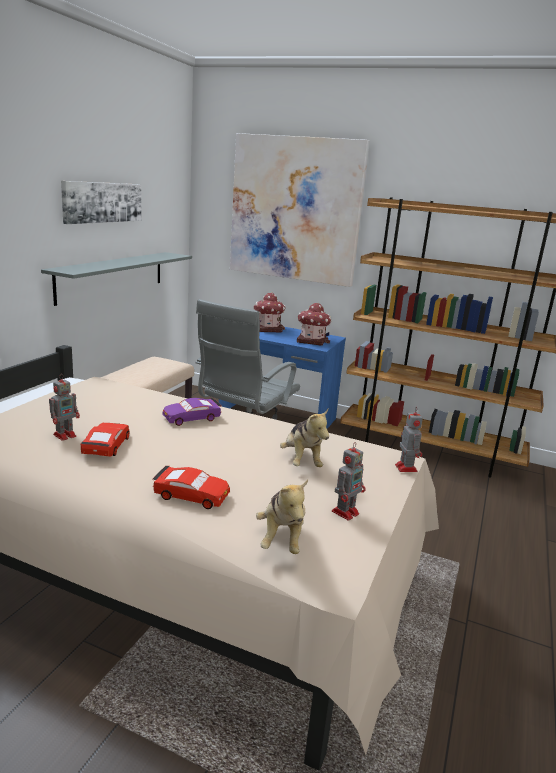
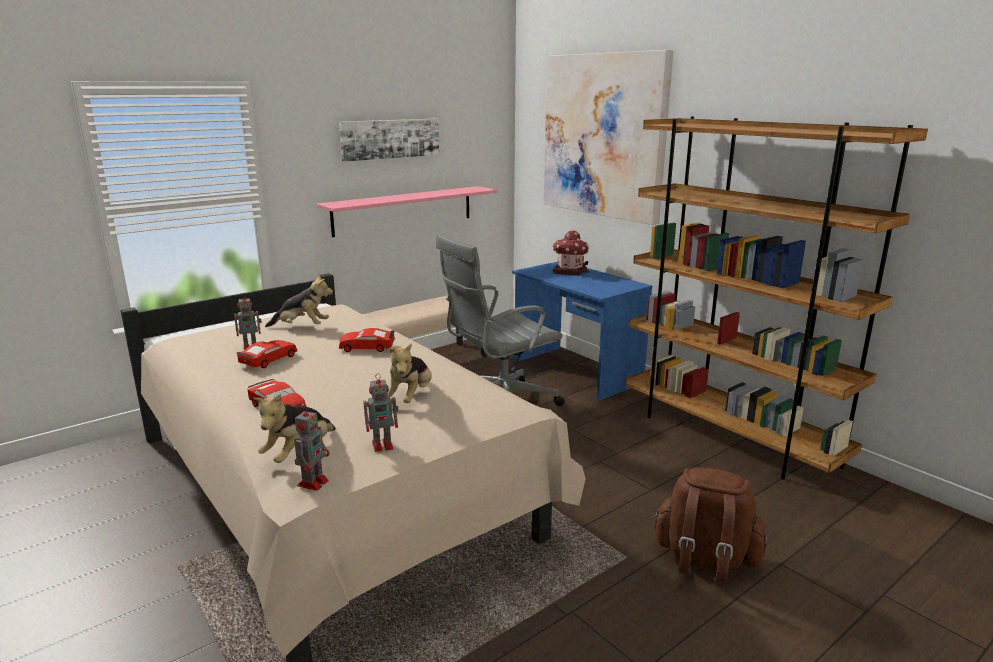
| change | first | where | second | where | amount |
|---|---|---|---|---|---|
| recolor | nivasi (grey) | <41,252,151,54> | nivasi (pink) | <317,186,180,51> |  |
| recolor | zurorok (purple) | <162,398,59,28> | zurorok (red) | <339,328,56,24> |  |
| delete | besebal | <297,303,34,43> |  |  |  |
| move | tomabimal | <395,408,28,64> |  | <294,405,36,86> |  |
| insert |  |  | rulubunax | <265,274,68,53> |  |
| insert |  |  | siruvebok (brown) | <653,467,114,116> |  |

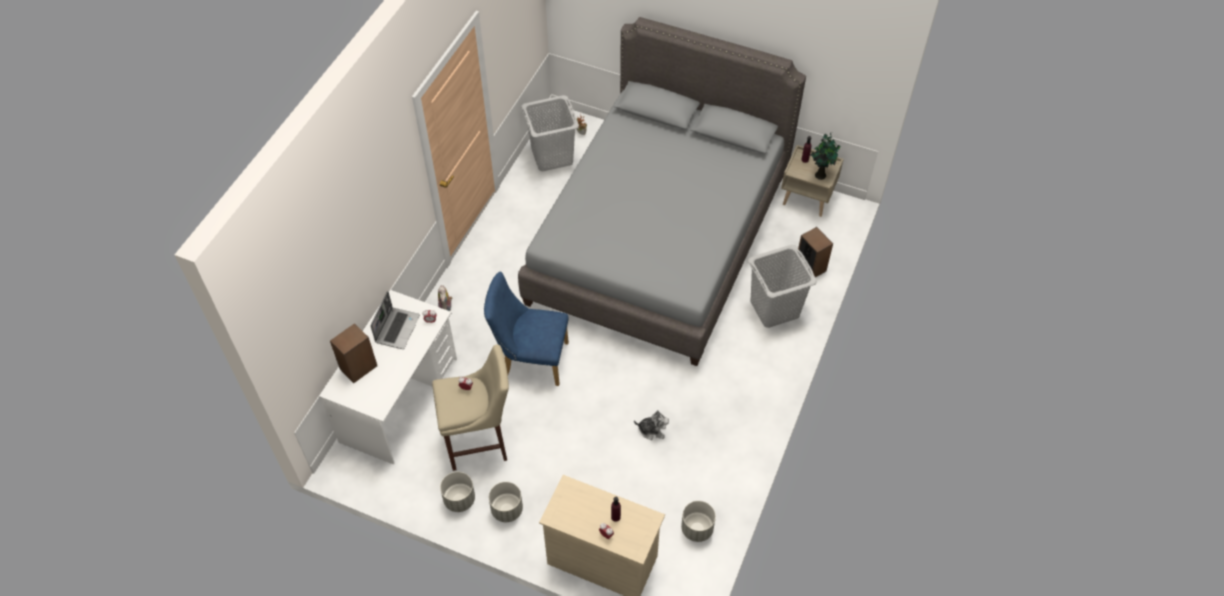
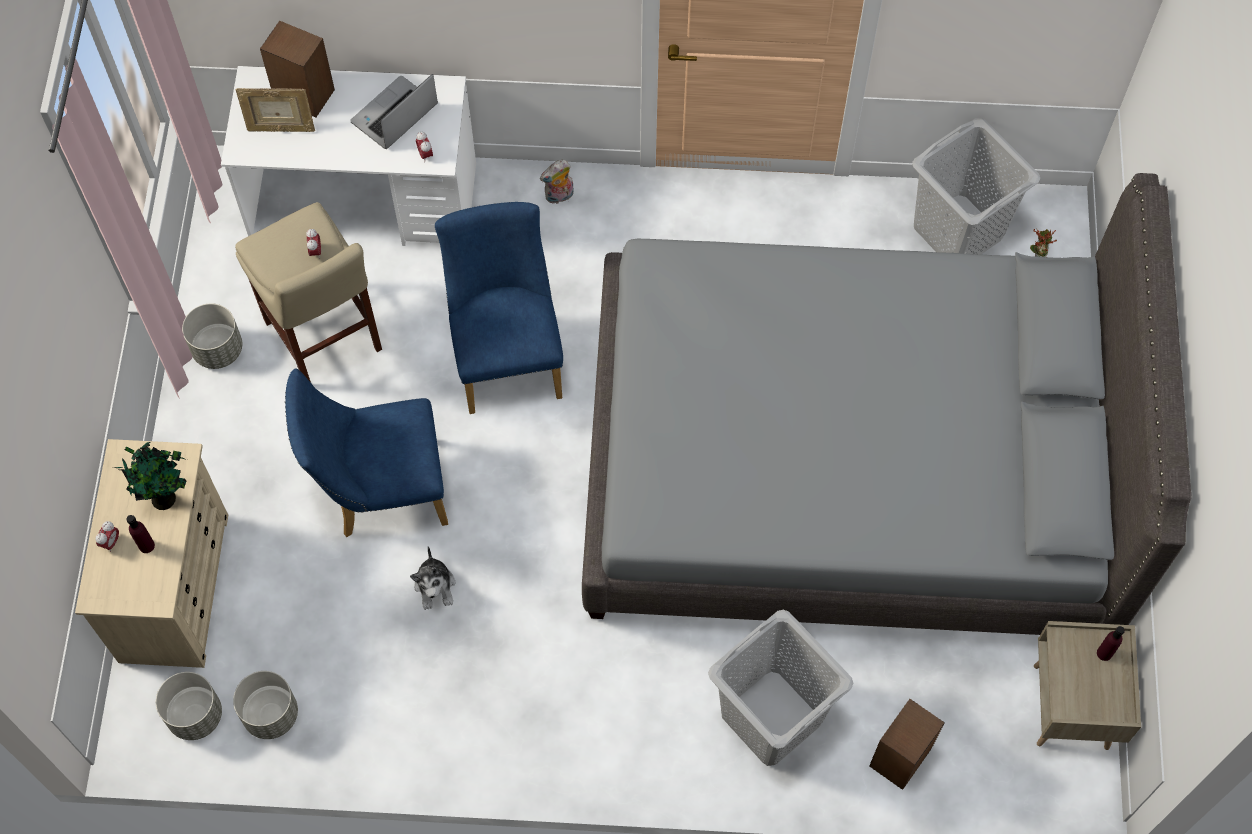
| change | first | where | second | where | amount |
|---|---|---|---|---|---|
| rotate | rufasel | <371,291,49,58> |  | <350,74,88,75> | 135 degrees clockwise |
| move | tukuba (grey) | <489,482,34,40> |  | <156,672,66,68> |  |
| move | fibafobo | <810,132,30,48> |  | <115,442,72,68> |  |
| insert |  |  | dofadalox | <236,88,79,44> |  |
| insert |  |  | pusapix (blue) | <285,369,163,168> |  |

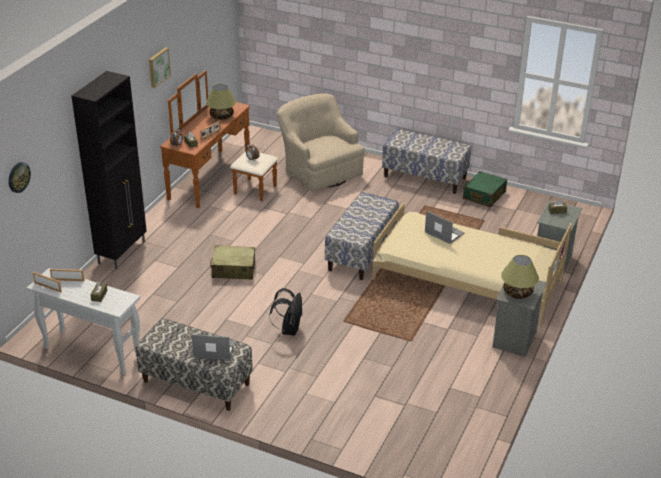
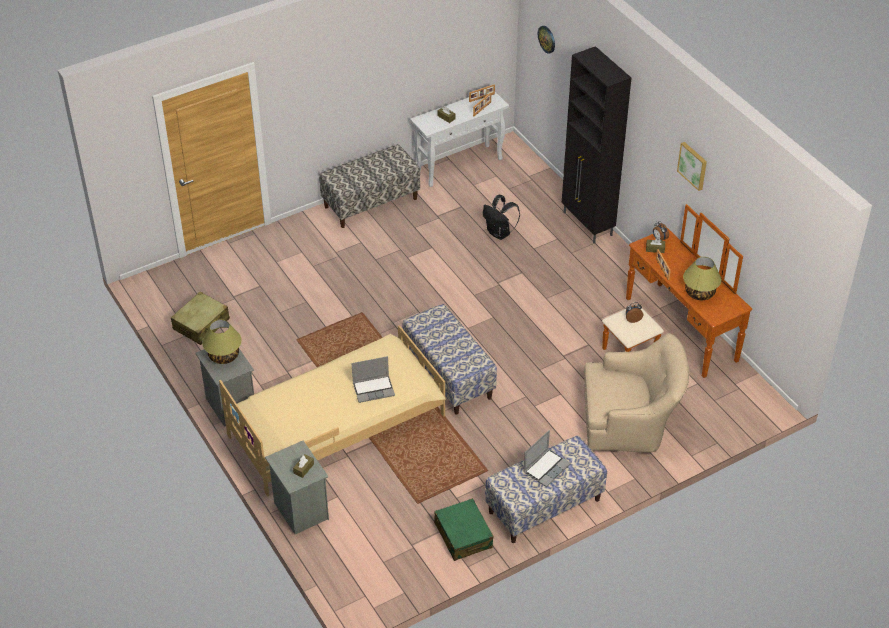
| change | first | where | second | where | amount |
|---|---|---|---|---|---|
| move | rufasel | <192,334,43,27> |  | <523,430,48,57> |  |
| move | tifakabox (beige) | <210,245,45,35> |  | <171,292,59,53> |  |
| move | siruvebok (black) | <269,288,33,48> |  | <483,195,37,45> |  |

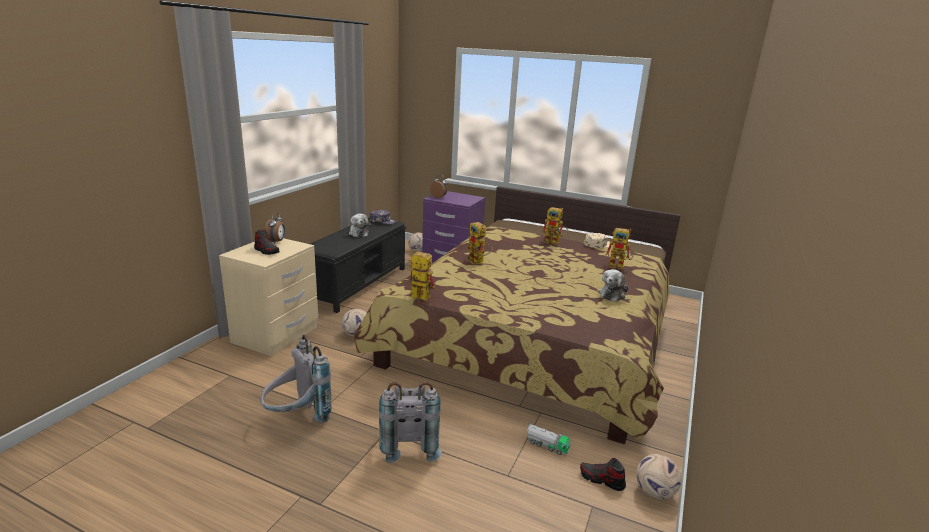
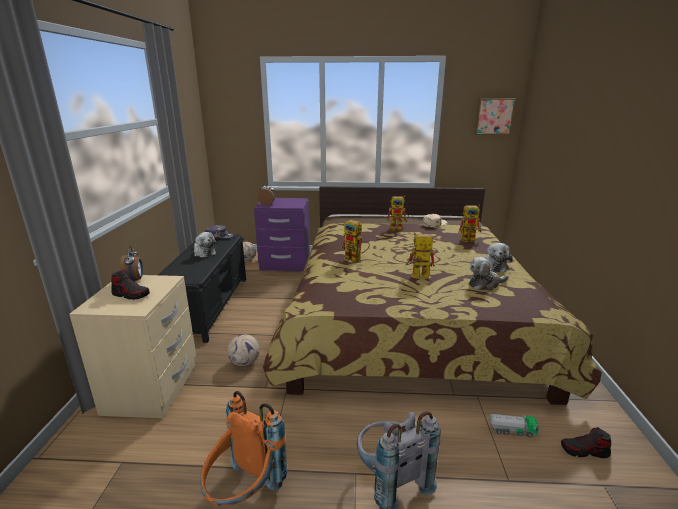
| change | first | where | second | where | amount |
|---|---|---|---|---|---|
| recolor | siruvebok (grey) | <260,335,72,88> | siruvebok (orange) | <200,391,88,115> |  |
| move | tomabimal | <401,250,35,51> |  | <405,233,30,45> |  |
| delete | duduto | <636,454,45,46> |  |  |  |
| insert |  |  | rulubunax | <469,257,39,34> |  |
| insert |  |  | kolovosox | <475,98,40,37> |  |

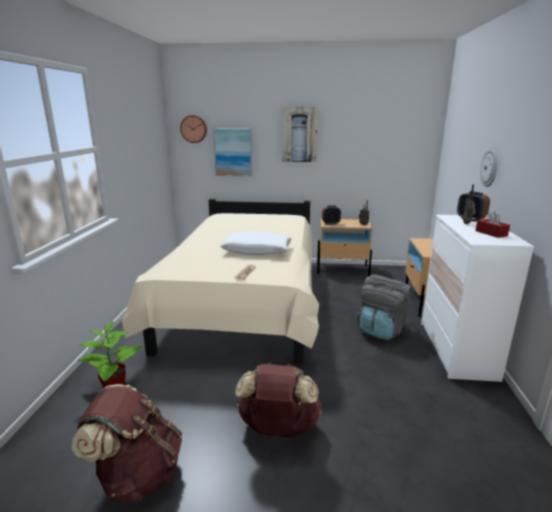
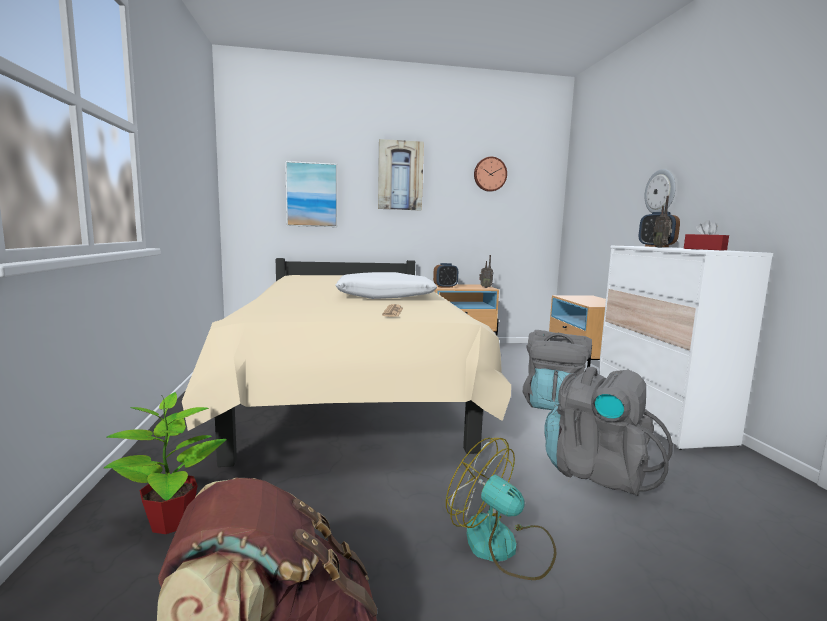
| change | first | where | second | where | amount |
|---|---|---|---|---|---|
| move | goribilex | <180,115,27,28> |  | <474,157,33,35> |  |
| replace | siruvebok (brown) | <235,363,87,74> | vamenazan | <446,437,111,143> |  |
| insert |  |  | siruvebok (grey) | <544,367,129,129> |  |

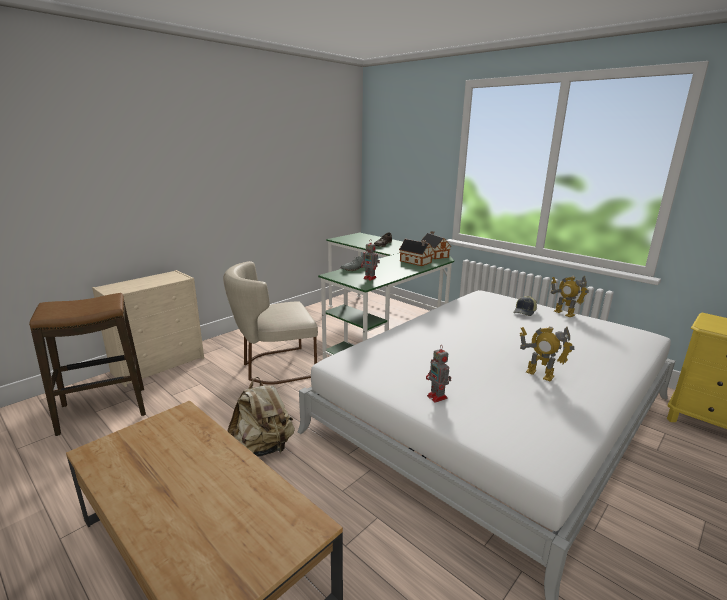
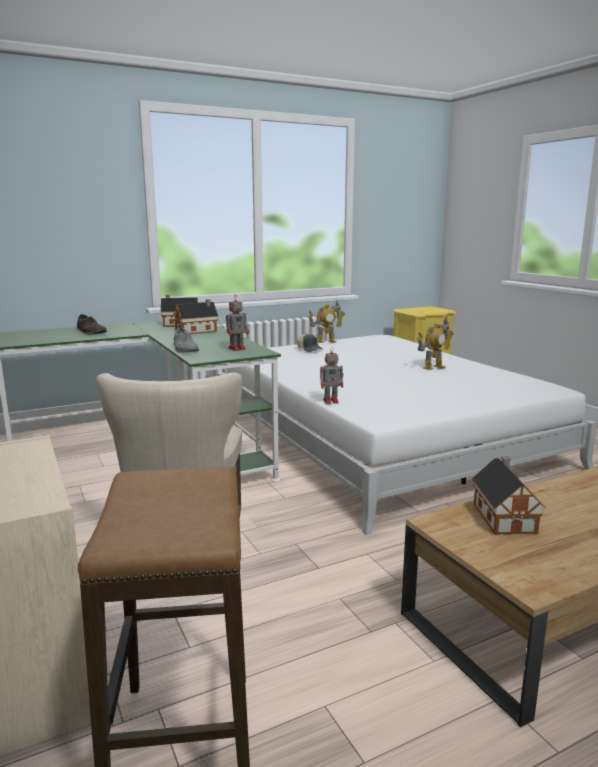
| change | first | where | second | where | amount |
|---|---|---|---|---|---|
| delete | siruvebok (beige) | <227,377,68,80> |  |  |  |
| move | tomabimal | <426,346,25,57> |  | <320,347,23,57> |  |
| insert |  |  | besebal | <472,456,74,79> |  |

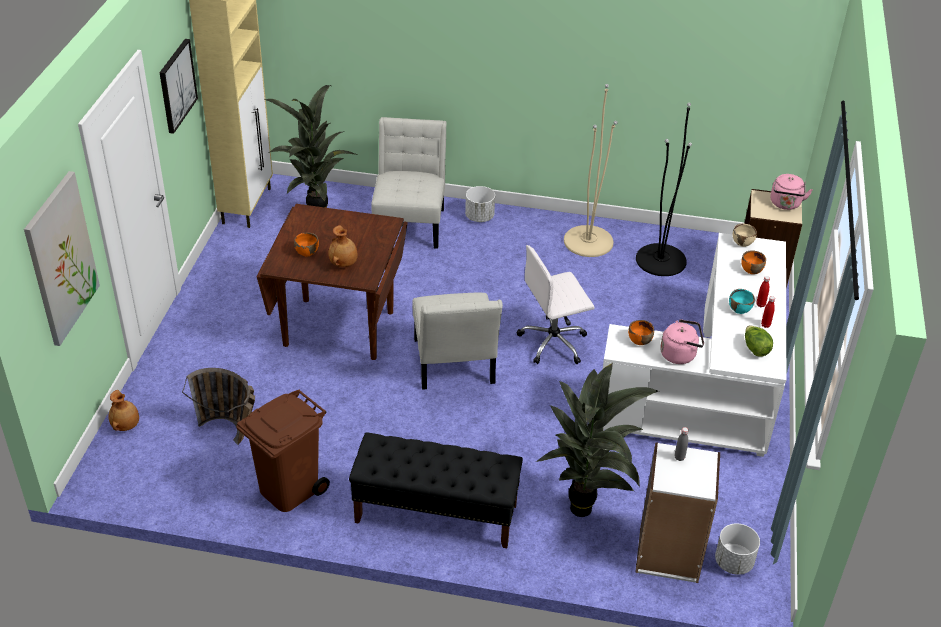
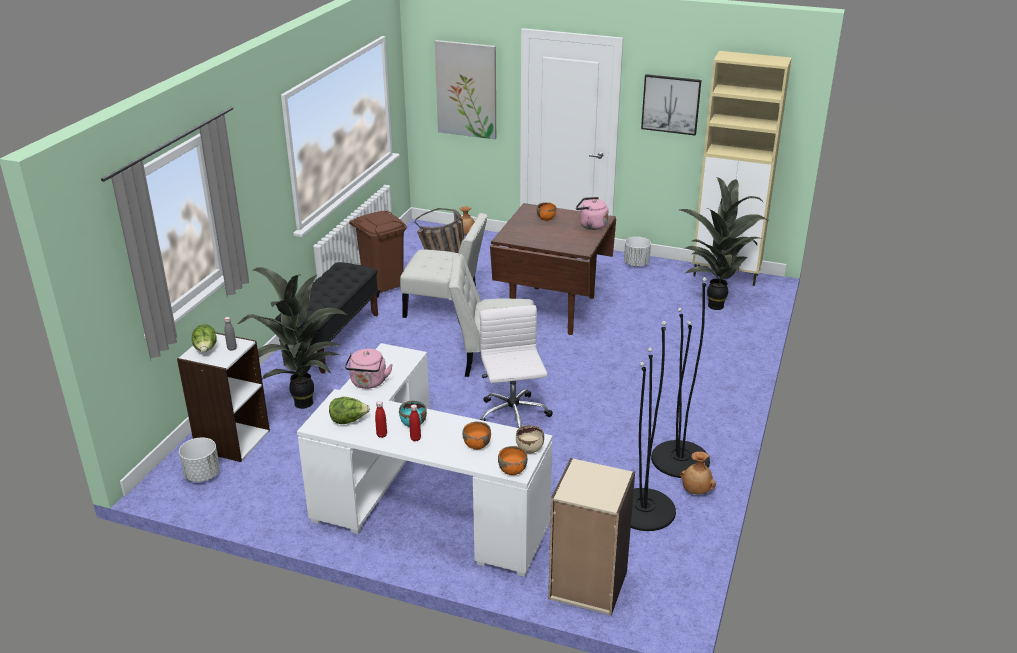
| change | first | where | second | where | amount |
|---|---|---|---|---|---|
| move | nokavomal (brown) | <328,225,30,42> |  | <680,451,36,43> |  |
| move | pusapix (white) | <371,117,76,132> |  | <400,213,88,109> |  |
| move | tukuba (white) | <465,186,30,36> |  | <624,237,27,30> |  |
| recolor | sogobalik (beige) | <564,84,53,173> | sogobalik (black) | <651,277,59,201> |  |
| move | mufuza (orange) | <628,320,26,25> |  | <498,446,29,29> |  |
| move | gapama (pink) | <771,174,42,36> |  | <576,197,32,33> |  |
| insert |  |  | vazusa | <192,324,25,28> |  |

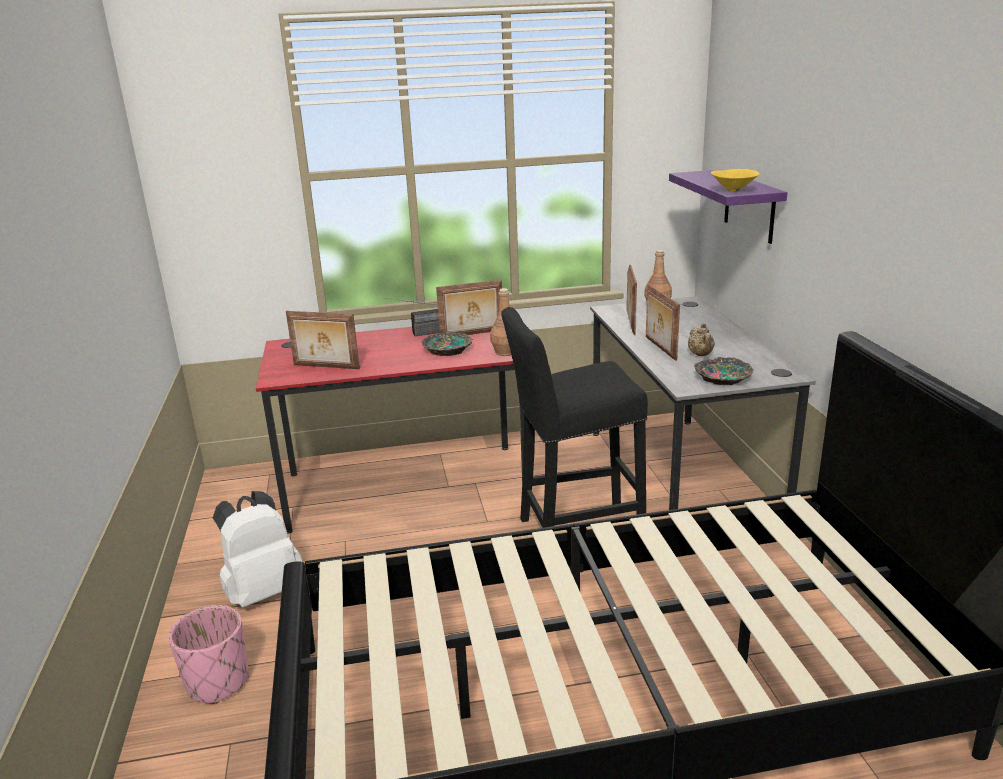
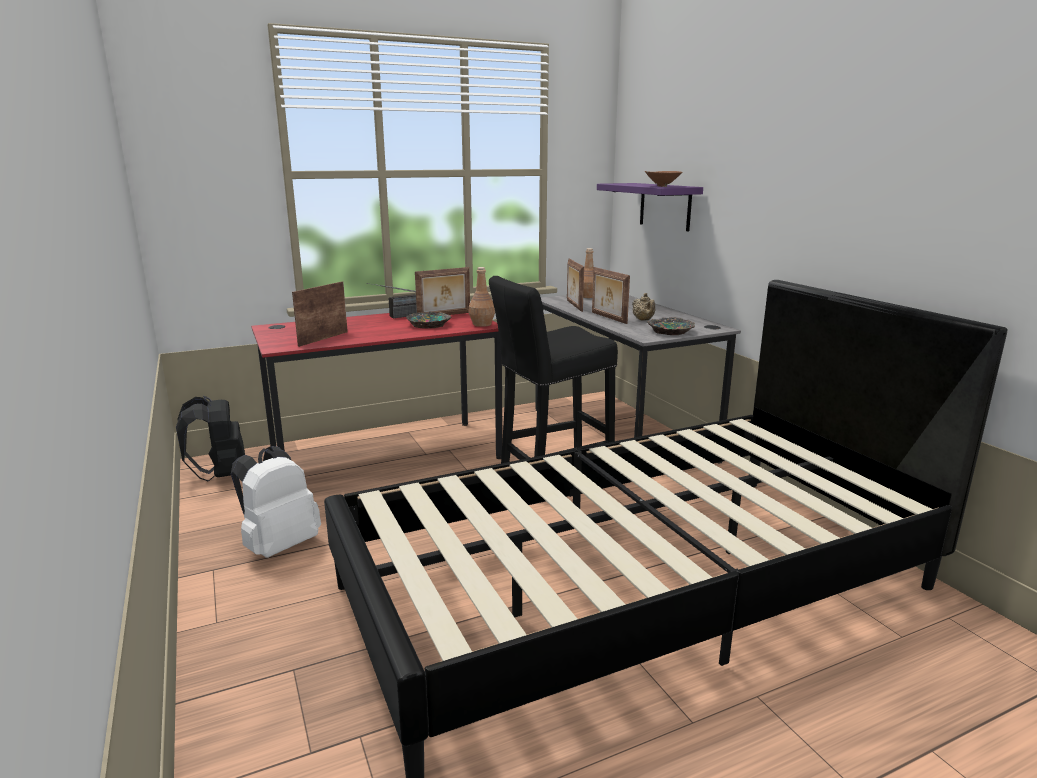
| change | first | where | second | where | amount |
|---|---|---|---|---|---|
| delete | tukuba (pink) | <168,605,81,99> |  |  |  |
| rotate | dofadalox | <286,311,74,58> |  | <292,281,56,66> | 120 degrees clockwise |
| recolor | mufuza (yellow) | <711,169,49,23> | mufuza (brown) | <644,171,39,16> |  |
| insert |  |  | siruvebok (black) | <176,396,69,86> |  |

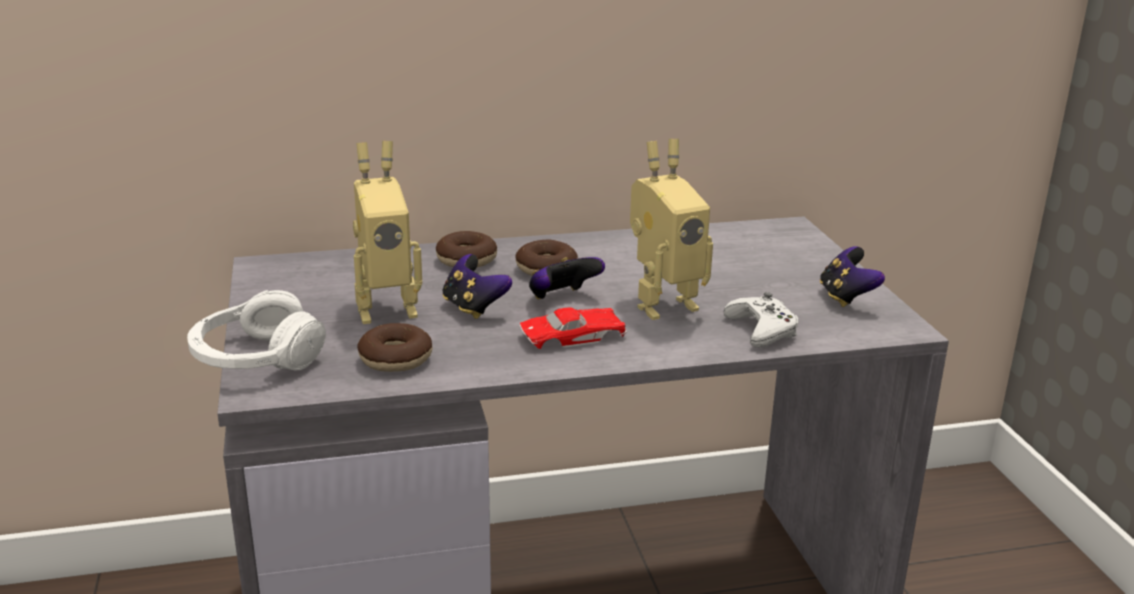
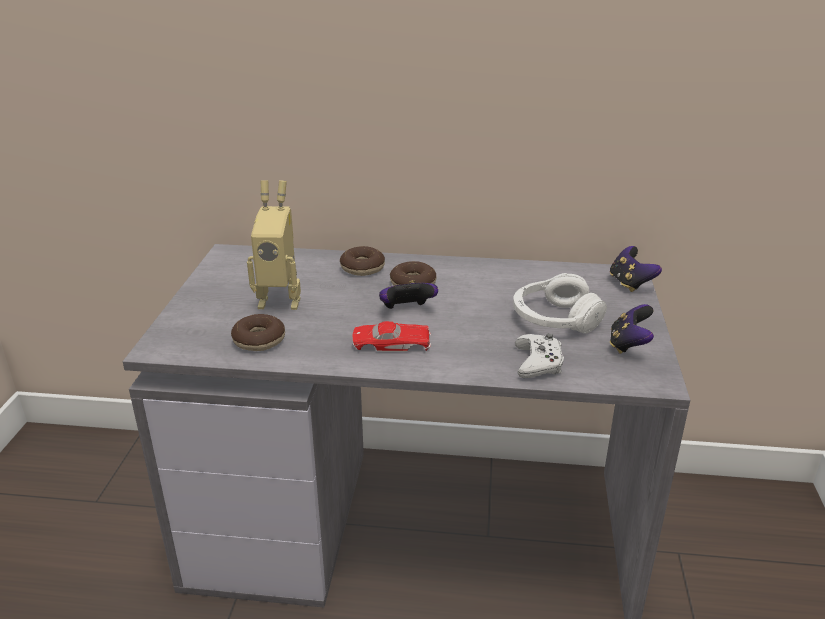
| change | first | where | second | where | amount |
|---|---|---|---|---|---|
| move | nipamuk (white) | <187,290,139,80> |  | <513,273,94,60> |  |
| move | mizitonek | <442,254,70,65> |  | <610,246,52,46> |  |
| delete | tomabimal | <630,139,83,181> |  |  |  |

